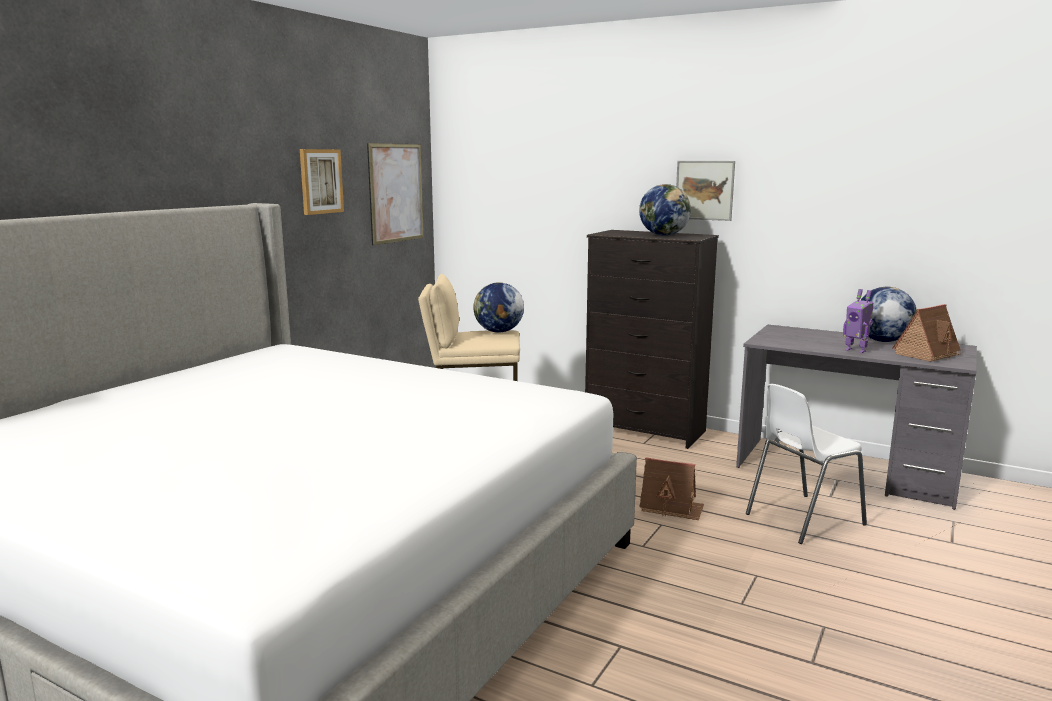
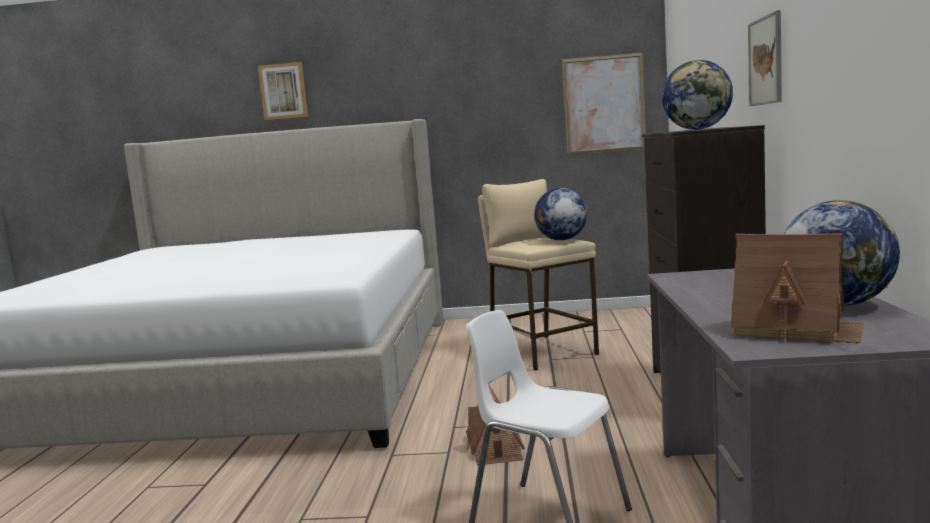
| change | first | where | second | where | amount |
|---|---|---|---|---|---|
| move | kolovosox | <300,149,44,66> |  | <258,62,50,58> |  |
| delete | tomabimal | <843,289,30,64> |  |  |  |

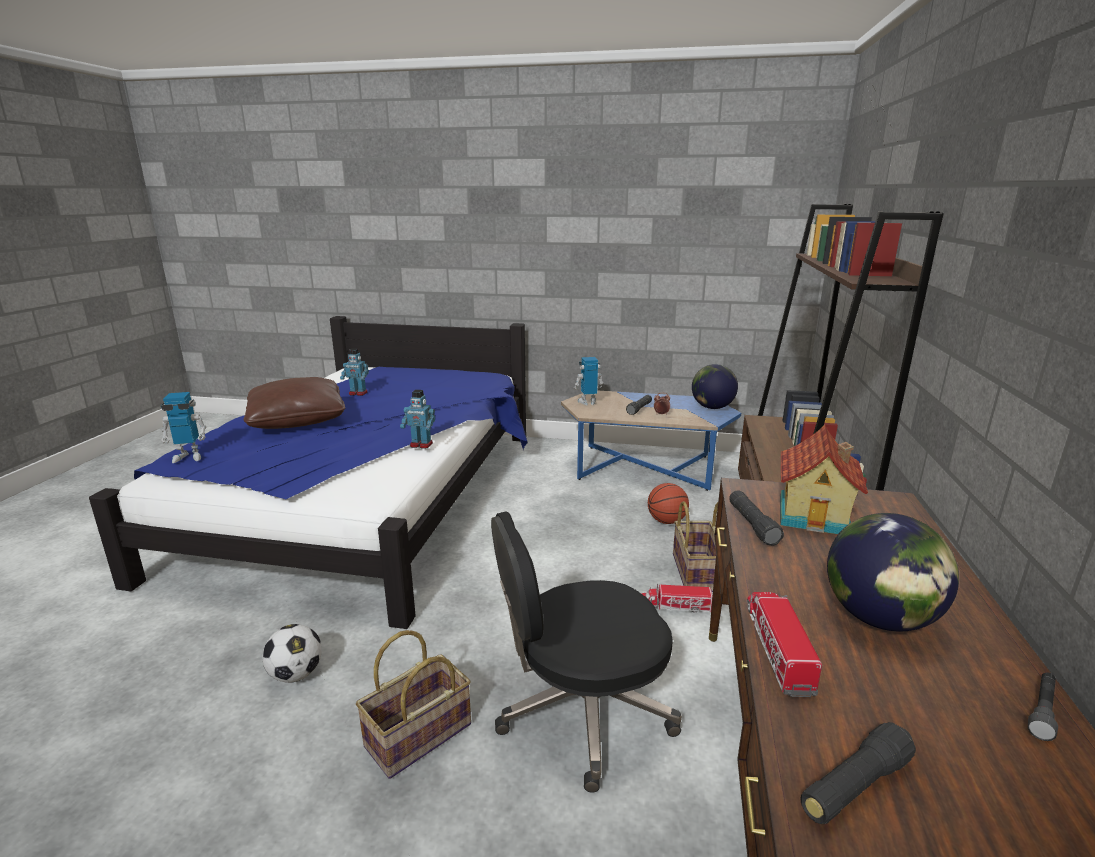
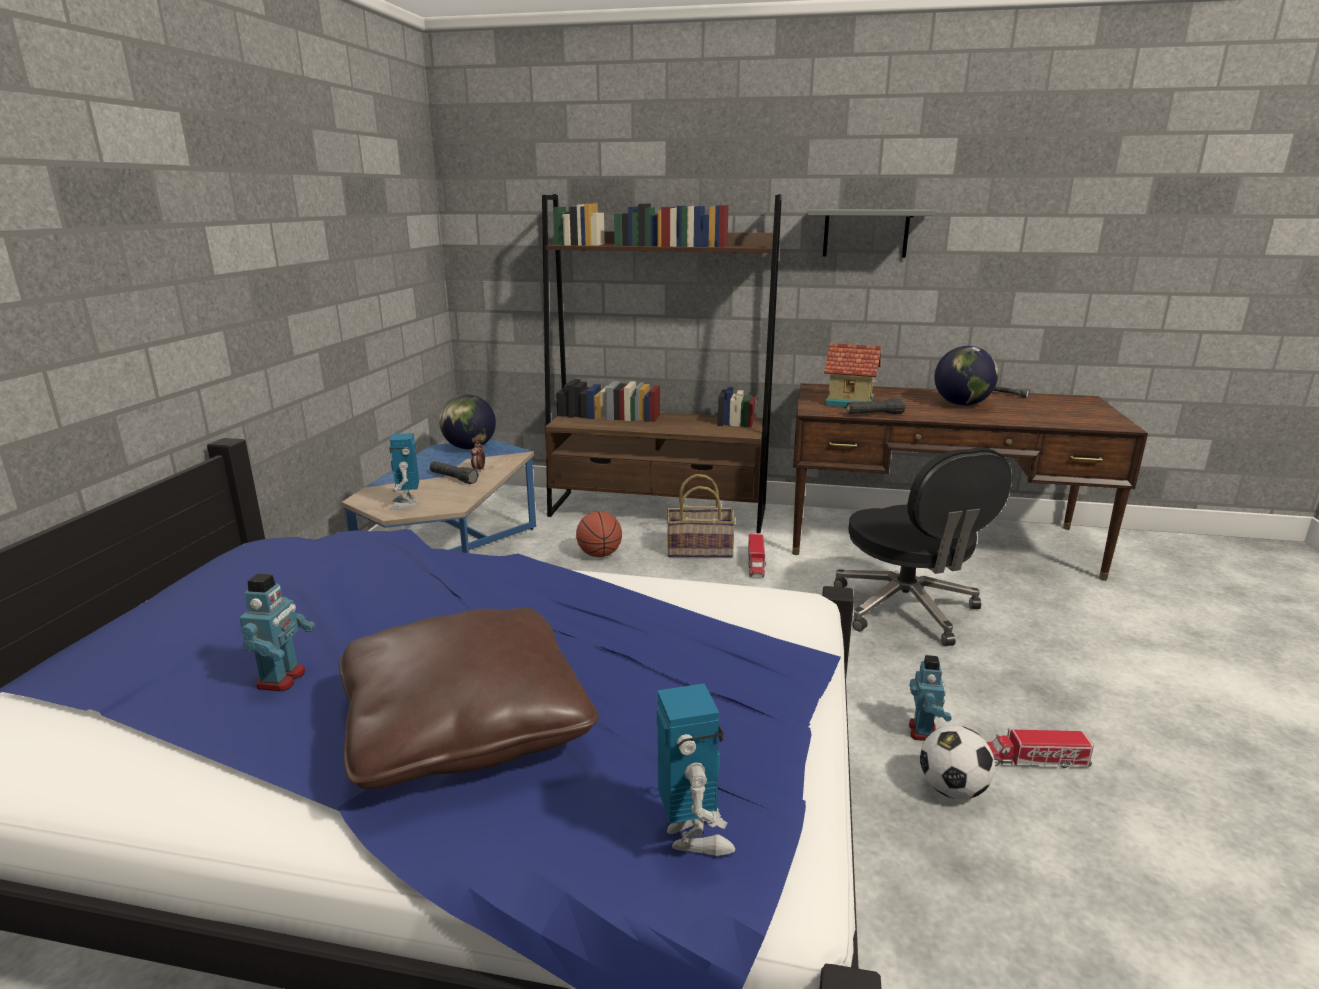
| change | first | where | second | where | amount |
|---|---|---|---|---|---|
| delete | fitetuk | <356,630,115,149> |  |  |  |
| move | tomabimal | <400,390,35,59> |  | <909,655,43,86> |  |
| move | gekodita | <747,592,75,105> |  | <986,728,108,40> |  |
| delete | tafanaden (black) | <801,722,115,102> |  |  |  |
| insert |  |  | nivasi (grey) | <808,209,126,49> |  |

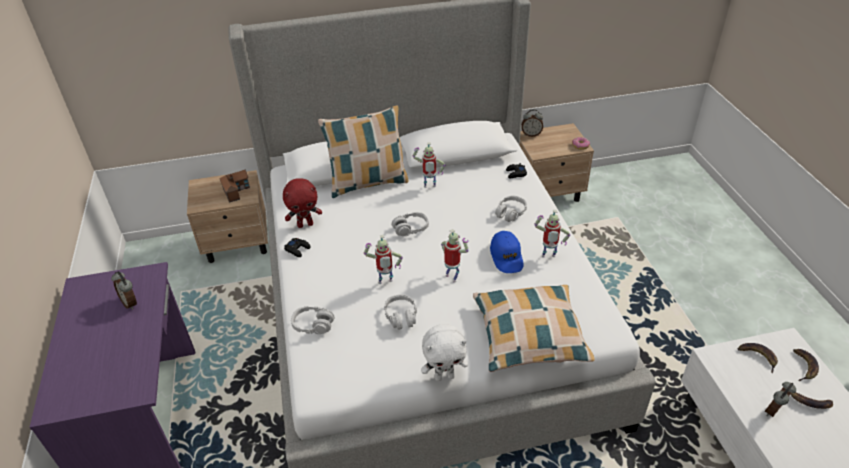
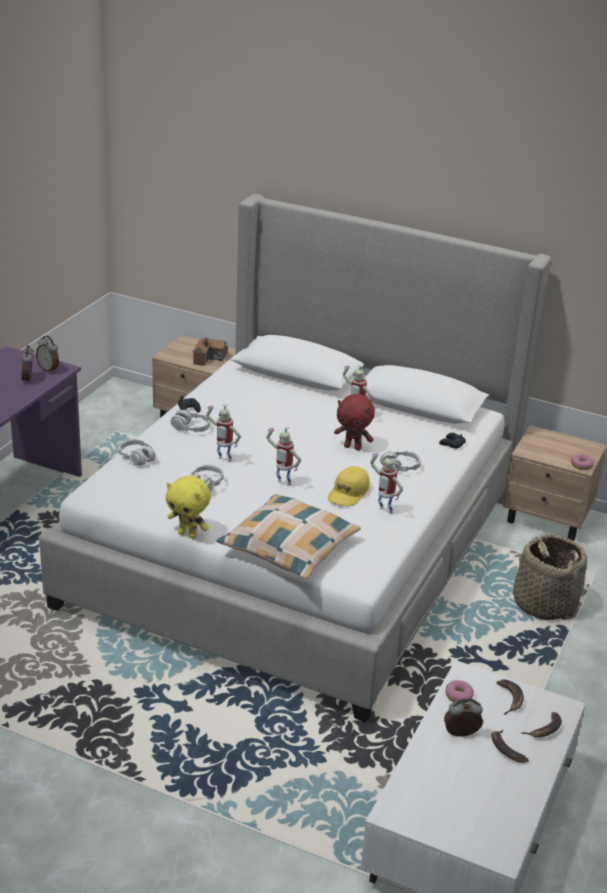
| change | first | where | second | where | amount |
|---|---|---|---|---|---|
| move | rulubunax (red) | <283,178,39,50> |  | <334,394,41,57> |  |
| delete | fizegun | <318,106,90,92> |  |  |  |
| move | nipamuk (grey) | <392,212,37,24> |  | <171,410,39,22> |  |
| recolor | rulubunax (white) | <421,324,47,57> | rulubunax (yellow) | <166,476,45,63> |  |
| rotate | tomabimal | <441,229,28,54> |  | <266,426,35,59> | 120 degrees clockwise |
| recolor | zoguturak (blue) | <490,231,33,42> | zoguturak (yellow) | <328,466,42,40> |  |
| move | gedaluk | <522,109,21,28> |  | <36,336,23,37> |  |
| insert |  |  | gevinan | <445,680,29,24> |  |
| insert |  |  | fitetuk | <513,533,74,87> |  |

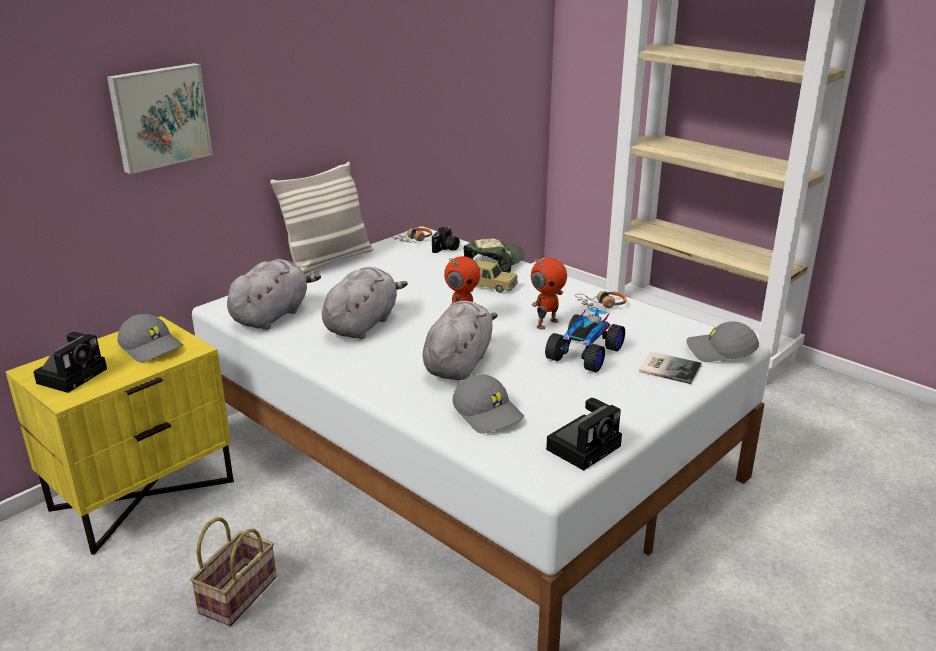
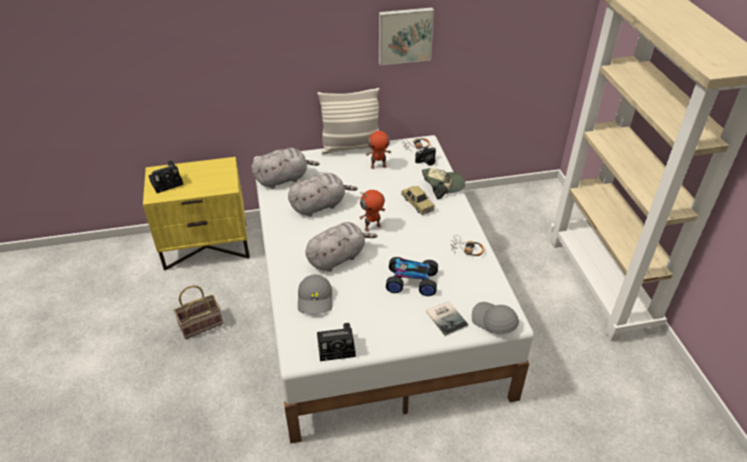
| change | first | where | second | where | amount |
|---|---|---|---|---|---|
| move | kolovosox | <107,63,106,111> |  | <379,7,55,58> |  |
| delete | zoguturak (grey) | <117,314,66,49> |  |  |  |
| move | tomabimal | <531,258,36,72> |  | <366,129,25,40> |  |
| rotate | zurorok | <545,308,80,64> |  | <386,257,52,39> | 150 degrees counterclockwise |

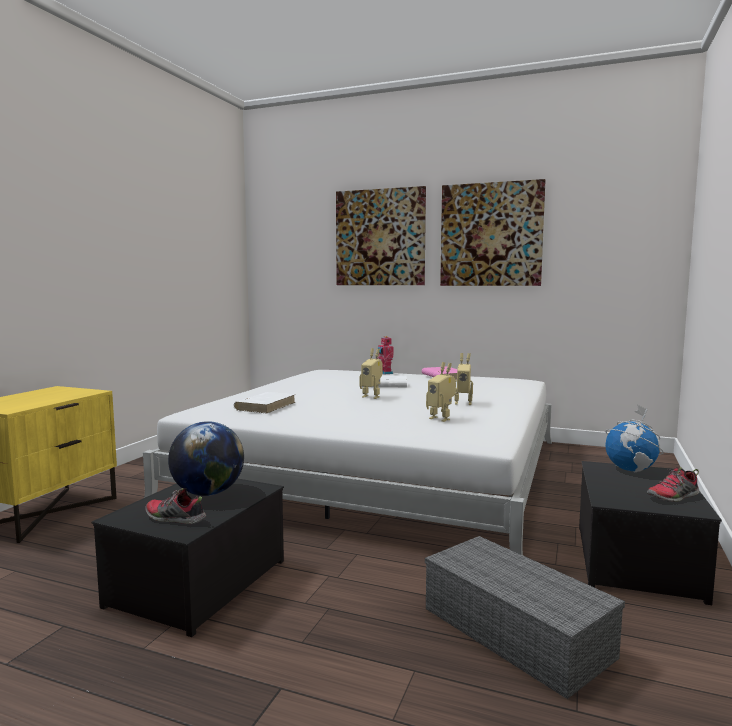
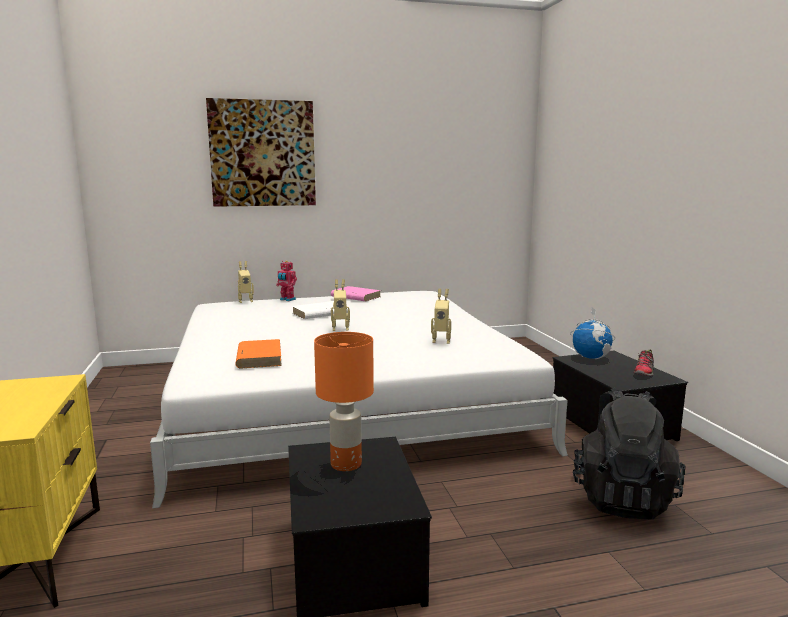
| change | first | where | second | where | amount |
|---|---|---|---|---|---|
| delete | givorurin | <145,488,61,36> |  |  |  |
| replace | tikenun | <168,421,76,75> | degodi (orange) | <314,332,60,139> |  |
| recolor | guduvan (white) | <233,392,63,21> | guduvan (orange) | <235,339,47,30> |  |
| replace | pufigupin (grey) | <425,536,200,163> | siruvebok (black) | <573,388,113,132> |  |
| delete | kolovosox | <440,179,106,107> |  |  |  |
| move | tomabimal | <454,353,19,52> |  | <238,261,16,42> |  |

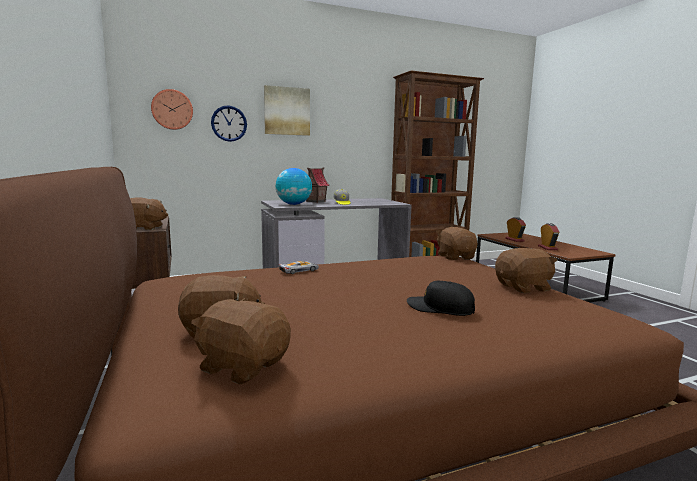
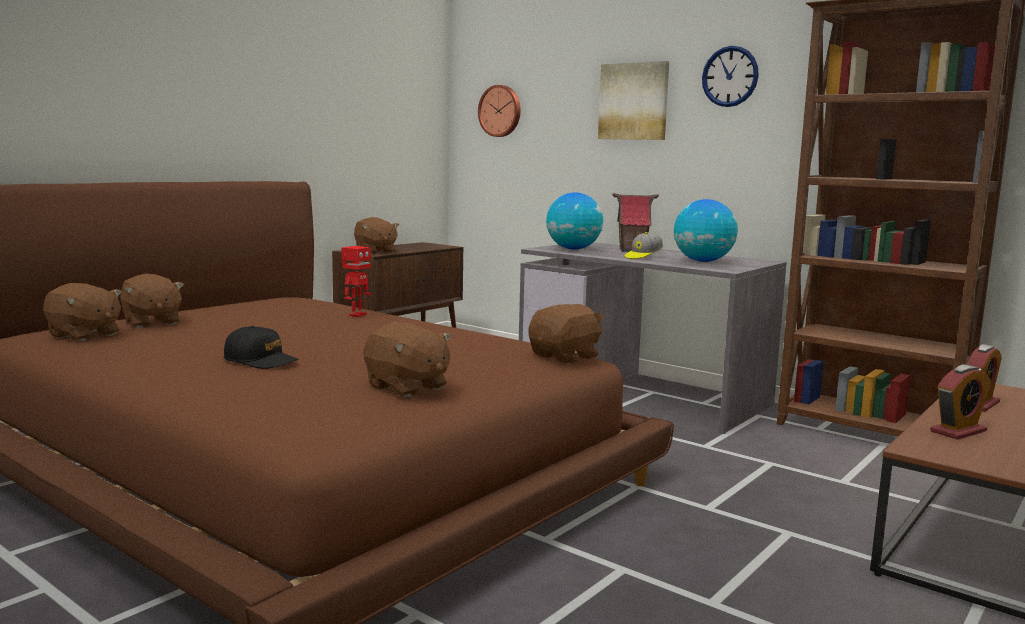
| change | first | where | second | where | amount |
|---|---|---|---|---|---|
| rotate | rulubunax (brown) | <191,297,100,87> |  | <43,283,79,58> | 120 degrees clockwise |
| move | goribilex | <211,105,36,37> |  | <702,46,57,61> |  |
| replace | zurorok | <278,261,41,13> | tomabimal | <341,246,31,71> |  |
| rotate | zoguturak (black) | <407,281,68,35> |  | <224,326,75,43> | 120 degrees clockwise |
| insert |  |  | tikenun | <674,199,64,63> |  |

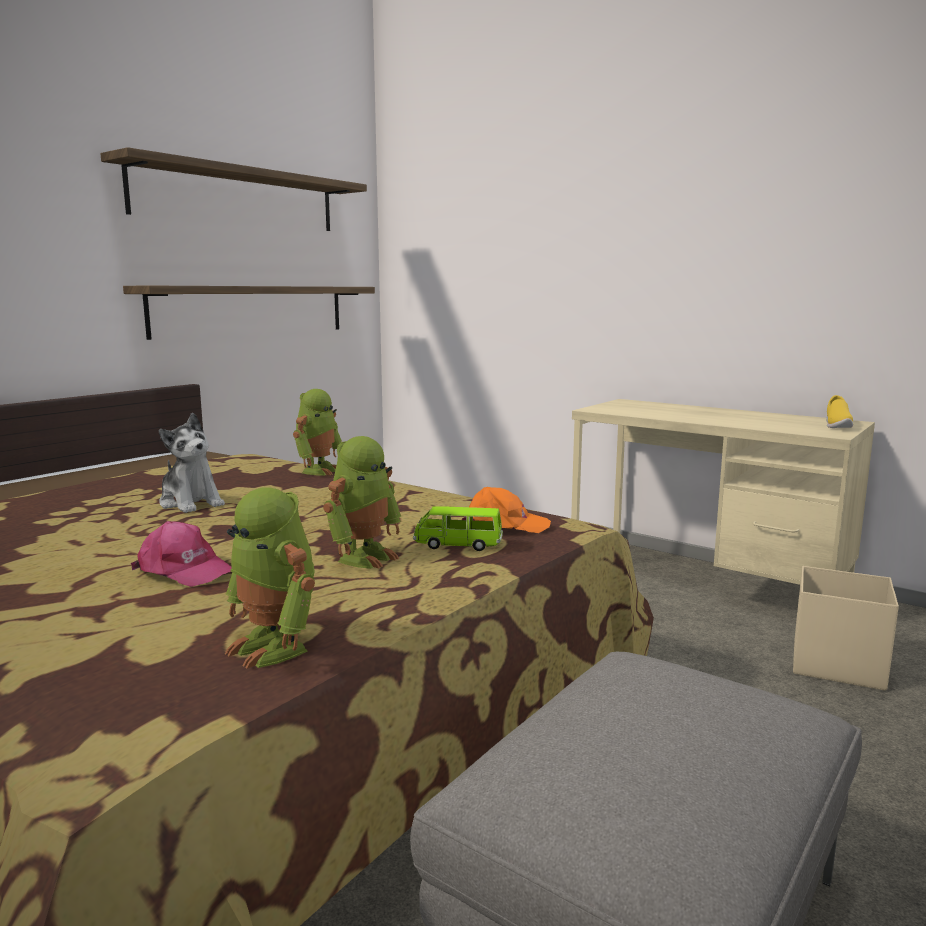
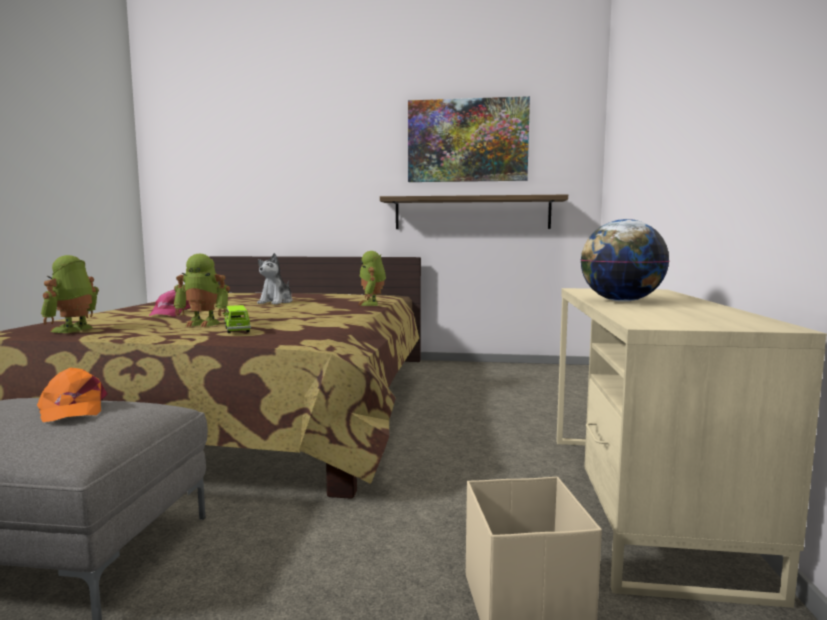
| change | first | where | second | where | amount |
|---|---|---|---|---|---|
| replace | nivasi | <100,147,267,84> | kolovosox | <408,96,122,86> |  |
| rotate | tomabimal | <293,389,49,87> |  | <358,251,28,55> | 90 degrees clockwise |
| move | zoguturak (orange) | <462,487,89,46> |  | <37,367,71,55> |  |
| delete | givorurin (yellow) | <826,395,27,33> |  |  |  |
| insert |  |  | tikenun | <580,219,89,83> |  |

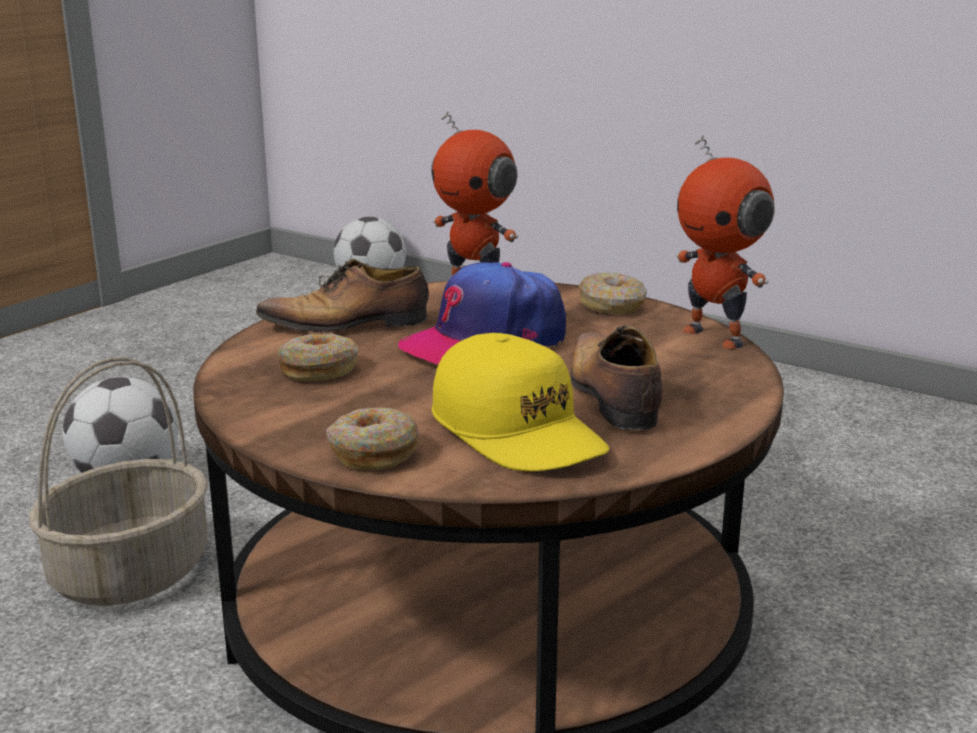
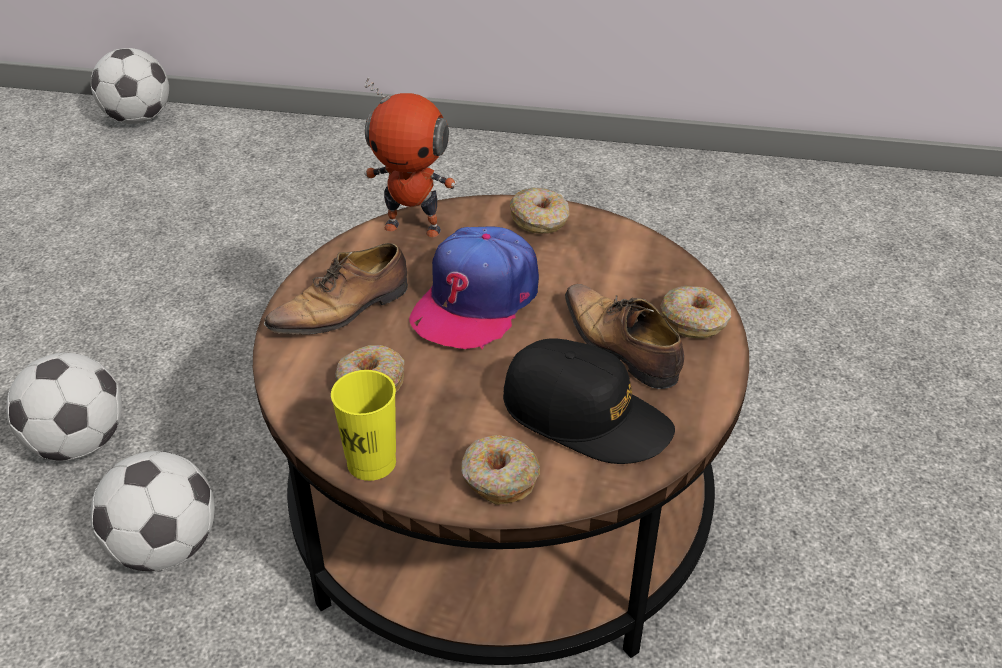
| change | first | where | second | where | amount |
|---|---|---|---|---|---|
| replace | fitetuk | <28,357,180,249> | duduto | <90,451,125,120> |  |
| recolor | zoguturak (yellow) | <432,333,177,138> | zoguturak (black) | <503,338,172,126> |  |
| delete | tomabimal | <676,135,99,214> |  |  |  |
| insert |  |  | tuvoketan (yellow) | <331,370,65,111> |  |
| insert |  |  | gevinan | <660,286,71,52> |  |

